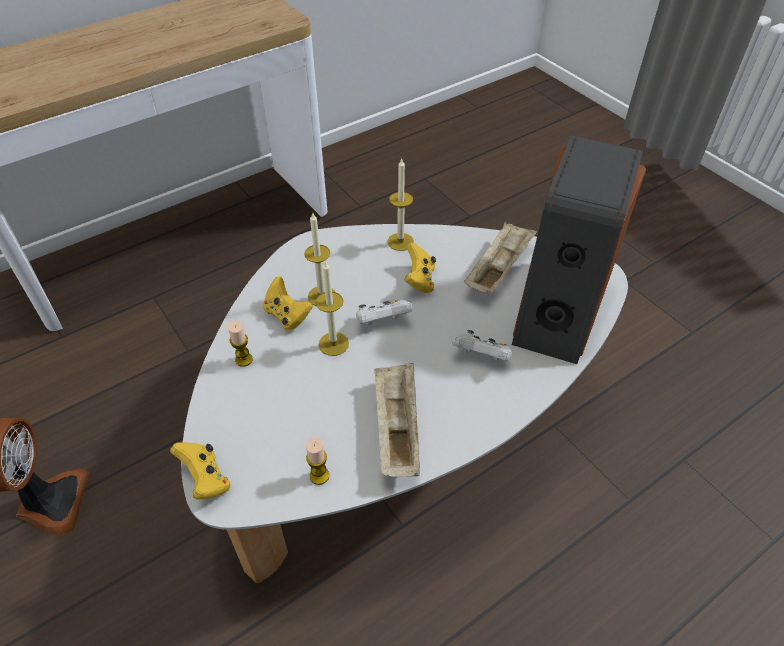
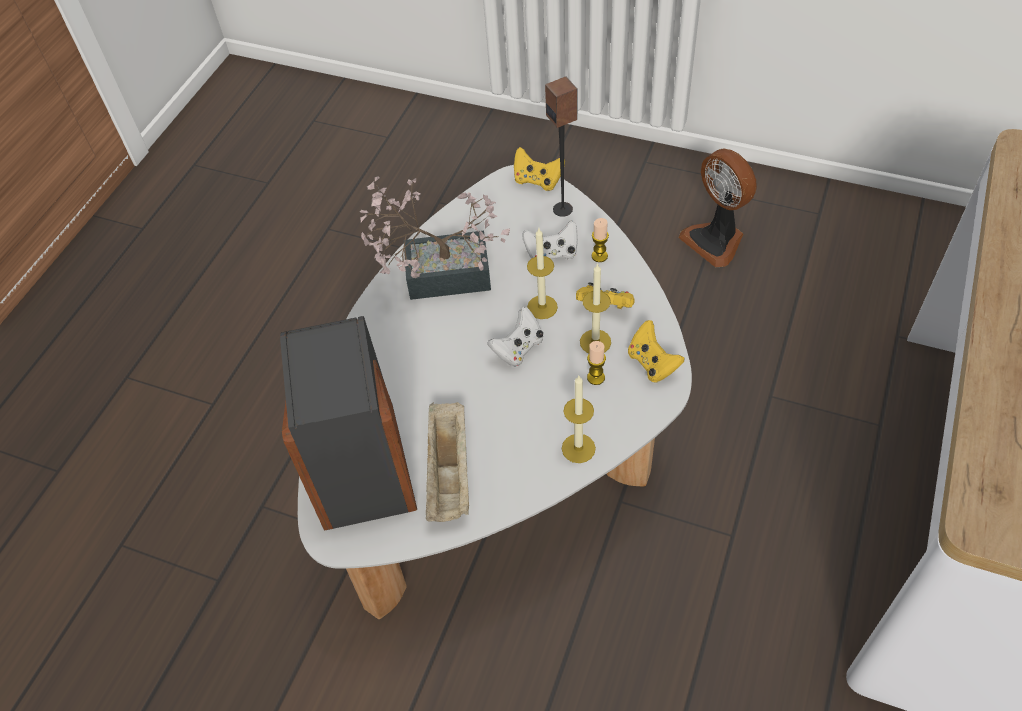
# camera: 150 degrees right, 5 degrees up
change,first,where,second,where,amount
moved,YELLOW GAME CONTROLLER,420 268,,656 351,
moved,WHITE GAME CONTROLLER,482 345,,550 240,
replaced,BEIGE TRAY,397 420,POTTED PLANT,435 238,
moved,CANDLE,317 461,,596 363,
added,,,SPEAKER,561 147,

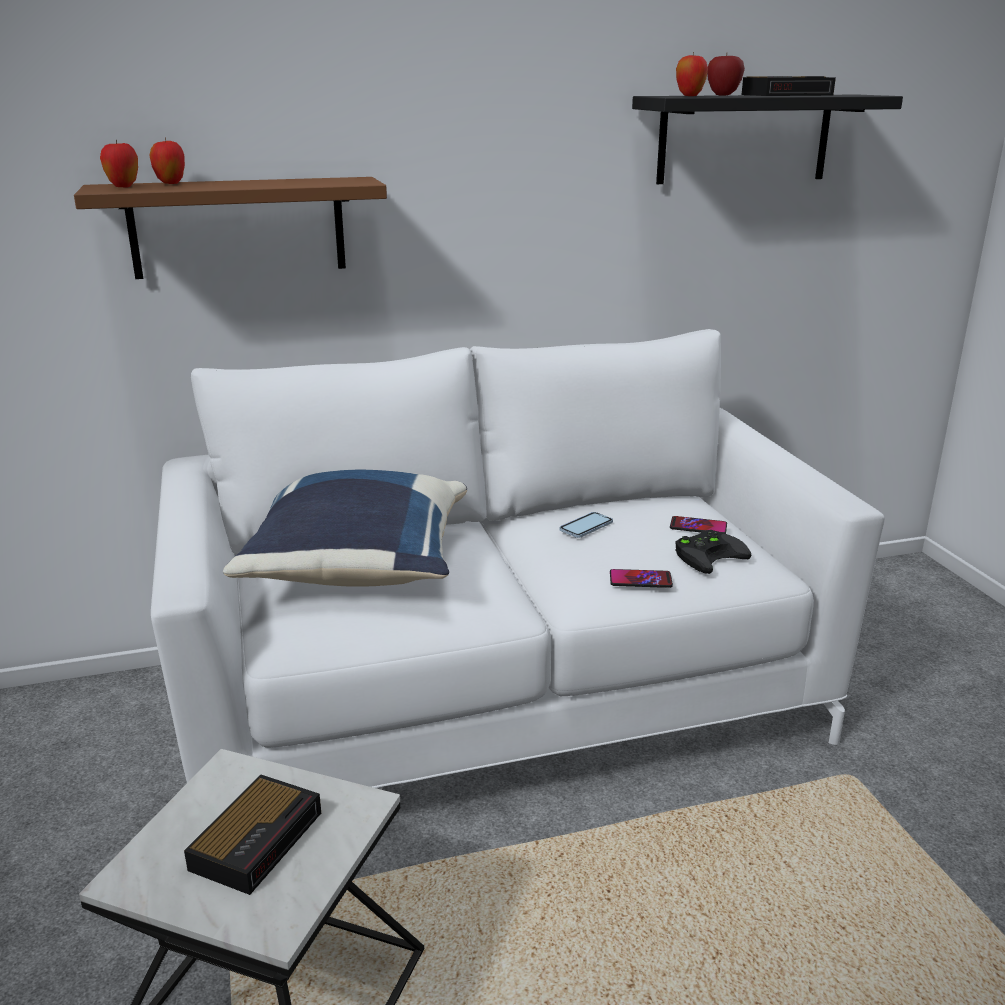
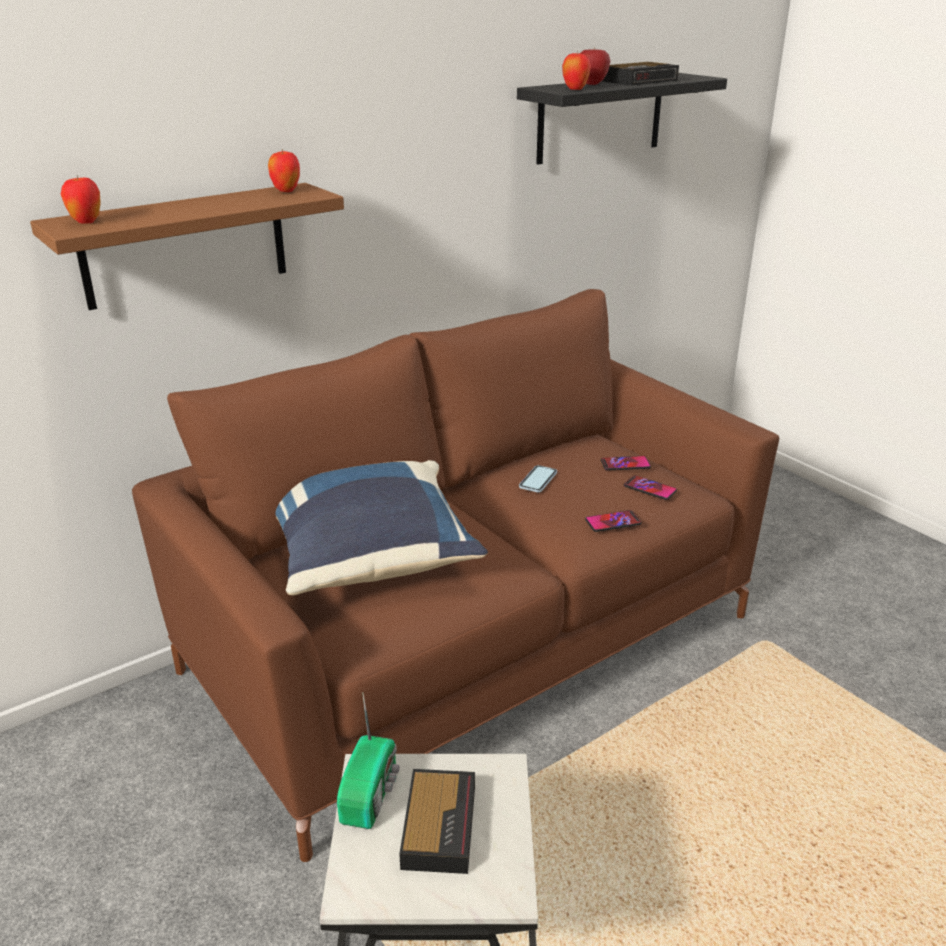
# camera: 20 degrees left, 5 degrees up
change,first,where,second,where,amount
moved,APPLE,167 161,,284 170,
recoloured,WHITE SOFA,518 558,BROWN SOFA,455 575,
replaced,BLACK GAME CONTROLLER,713 552,PHONE,650 487,
added,,,RADIO,368 760,

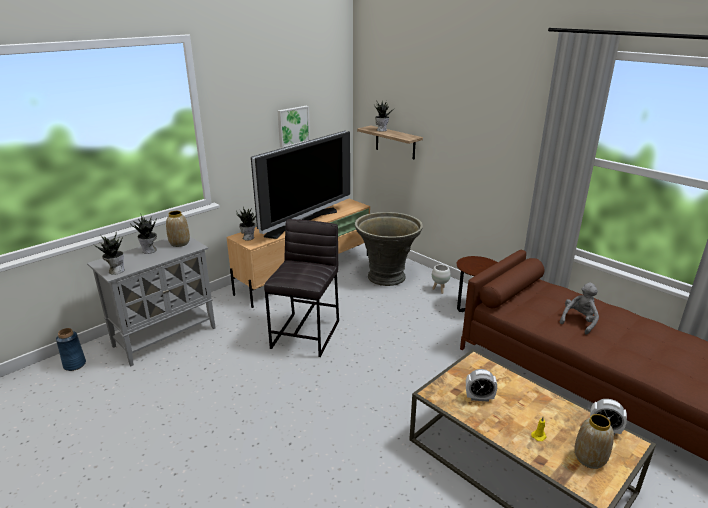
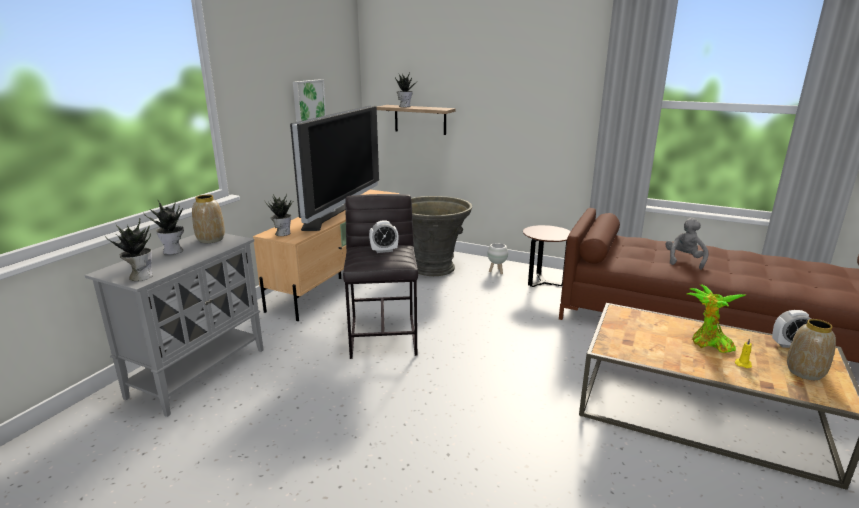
# camera: 20 degrees left, 5 degrees down
change,first,where,second,where,amount
removed,BLUE VASE,71 349,,,
moved,ALARM CLOCK,481 385,,383 236,
added,,,POTTED PLANT,716 319,

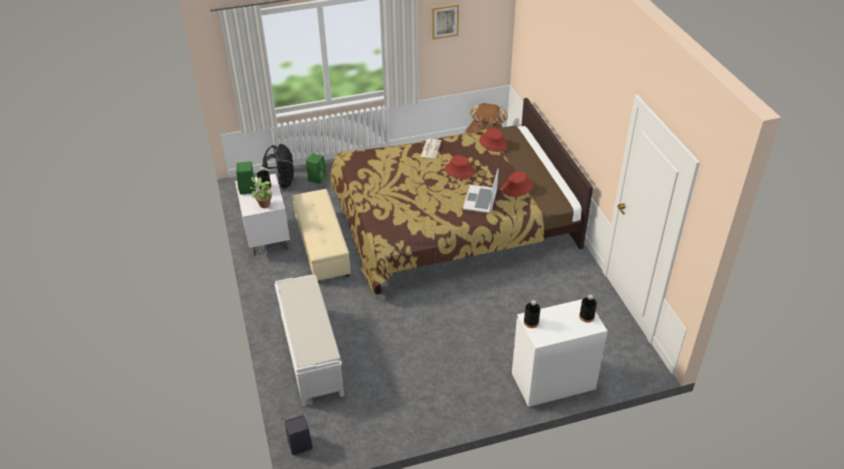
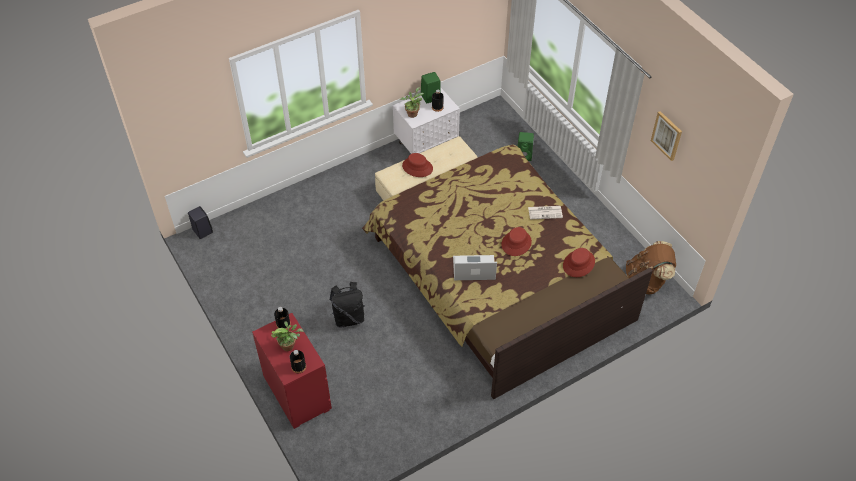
# camera: 75 degrees right, 10 degrees up
change,first,where,second,where,amount
moved,BLACK BACKPACK,278 166,,347 305,
moved,RED HAT,517 184,,417 165,
removed,WHITE BENCH,309 340,,,
recoloured,WHITE DRESSER,560 353,RED DRESSER,292 371,
added,,,POTTED PLANT,287 336,

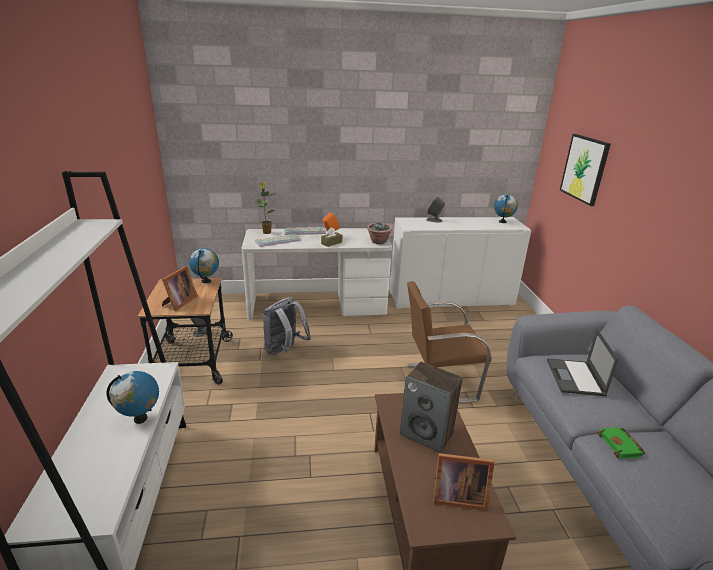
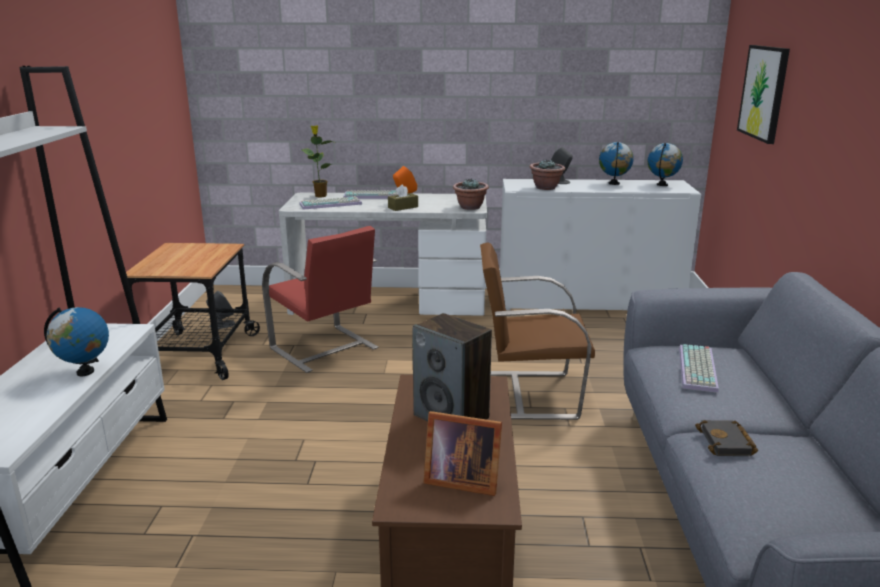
# camera: 10 degrees right, 5 degrees down
change,first,where,second,where,amount
moved,GLOBE,204 265,,616 163,
removed,PICTURE FRAME,180 288,,,
replaced,GREY BACKPACK,287 325,RED CHAIR,320 299,
replaced,LAPTOP,583 362,KEYBOARD,699 368,
recoloured,GREEN BOOK,621 443,BLACK BOOK,726 438,
added,,,POTTED PLANT,547 174,

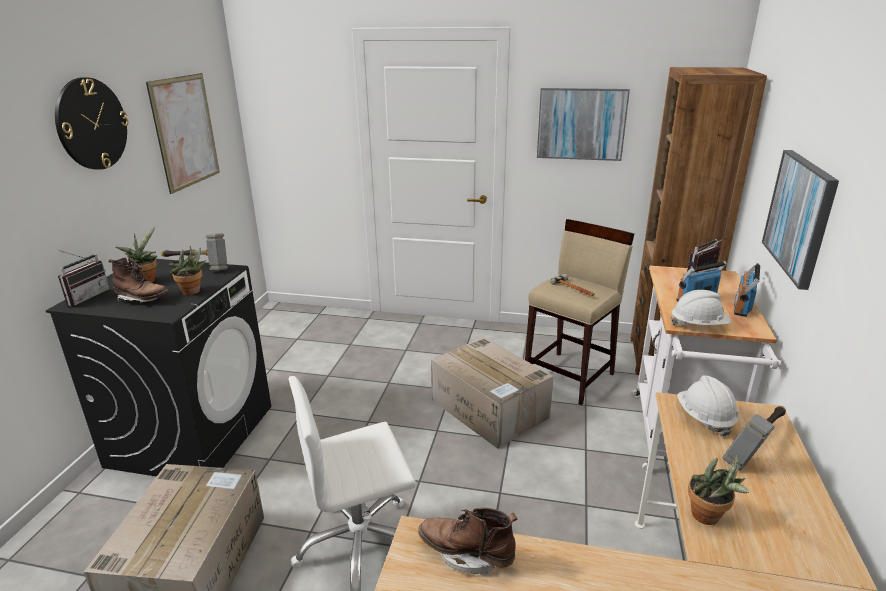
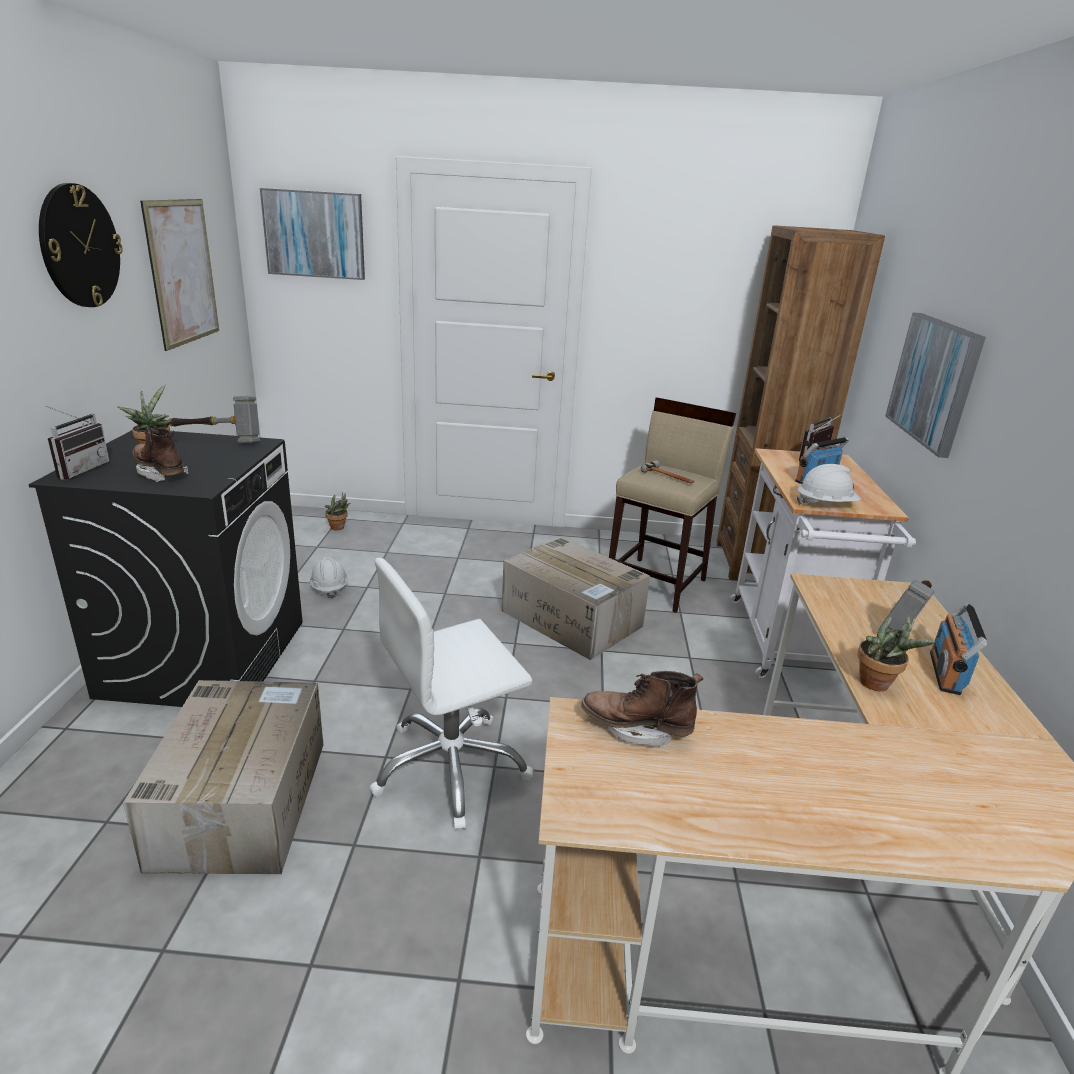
# camera: 10 degrees left, 0 degrees up
change,first,where,second,where,amount
moved,PICTURE,583 124,,312 234,
moved,POTTED PLANT,187 270,,337 511,
turned,BROWN BOOT,138 280,,160 454,150 degrees counterclockwise
moved,RADIO,747 290,,959 648,
moved,WHITE HARD HAT,708 406,,329 578,

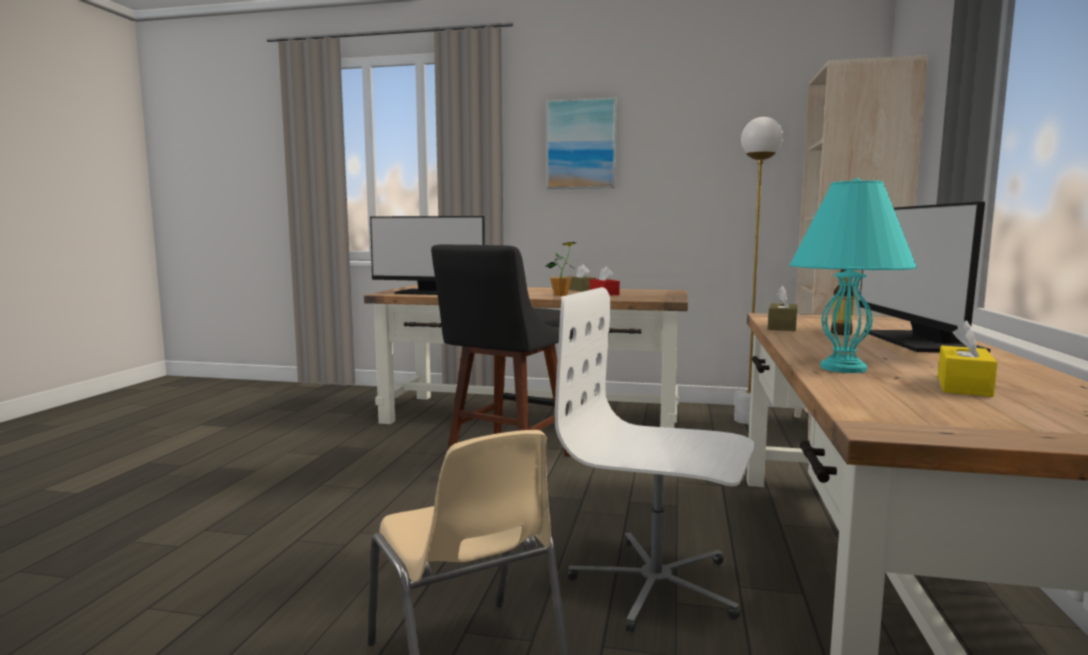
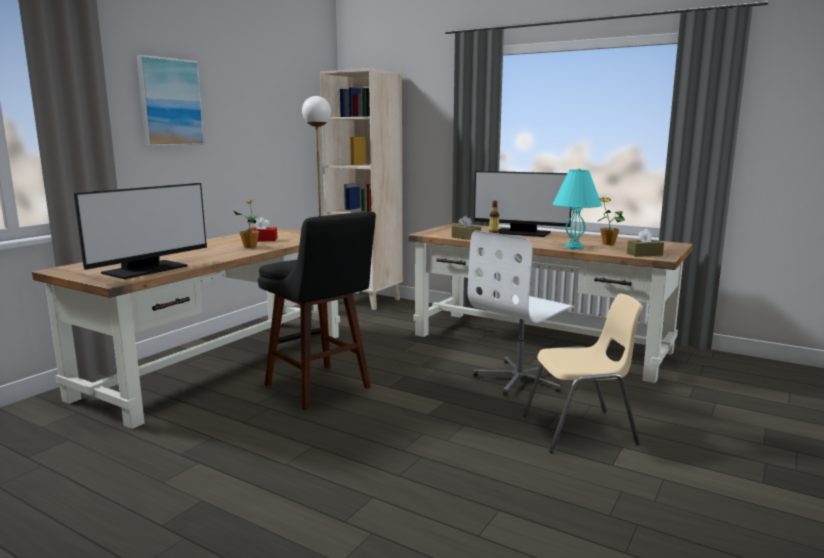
# camera: 70 degrees left, 5 degrees up
change,first,where,second,where,amount
moved,BROWN TISSUE BOX,581 278,,645 243,
replaced,YELLOW TISSUE BOX,968 358,POTTED PLANT,611 221,

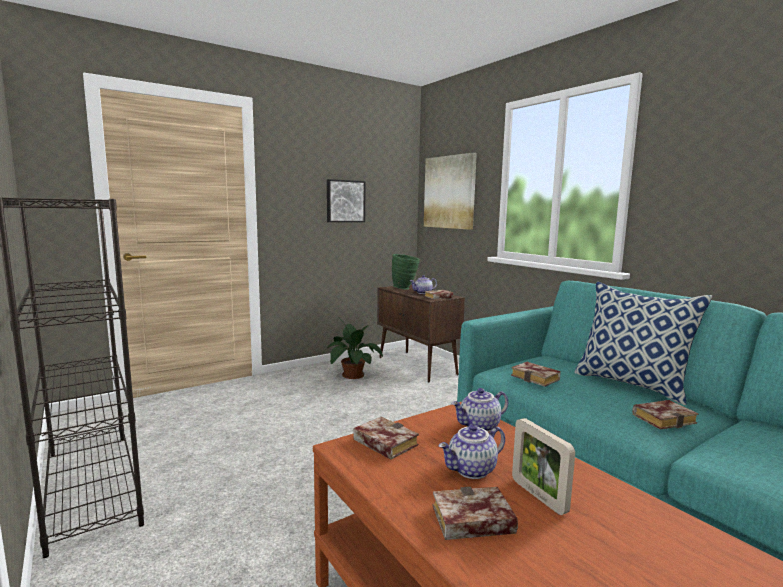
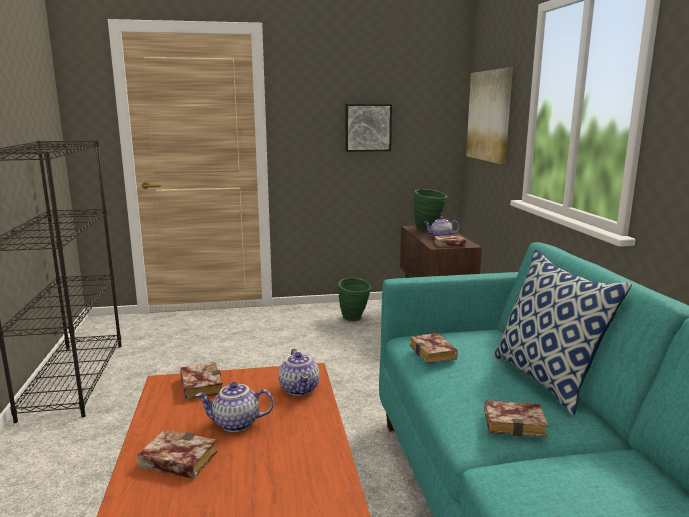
# camera: 25 degrees right, 5 degrees up
change,first,where,second,where,amount
replaced,POTTED PLANT,354 348,GREEN VASE,354 300,
turned,TEAPOT,480 410,,299 372,105 degrees counterclockwise
removed,PICTURE FRAME,543 466,,,

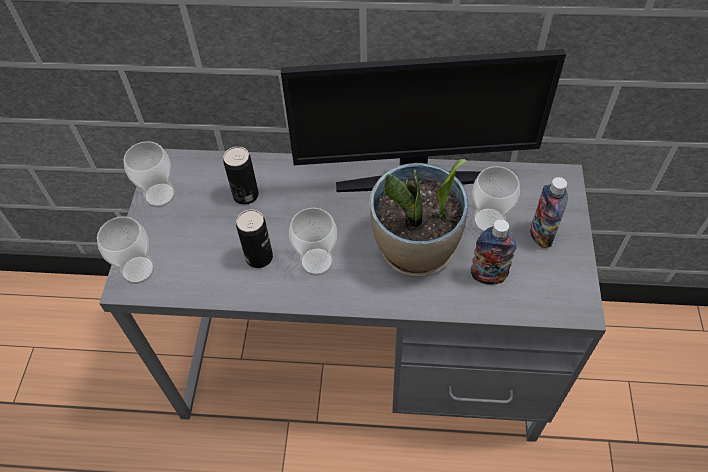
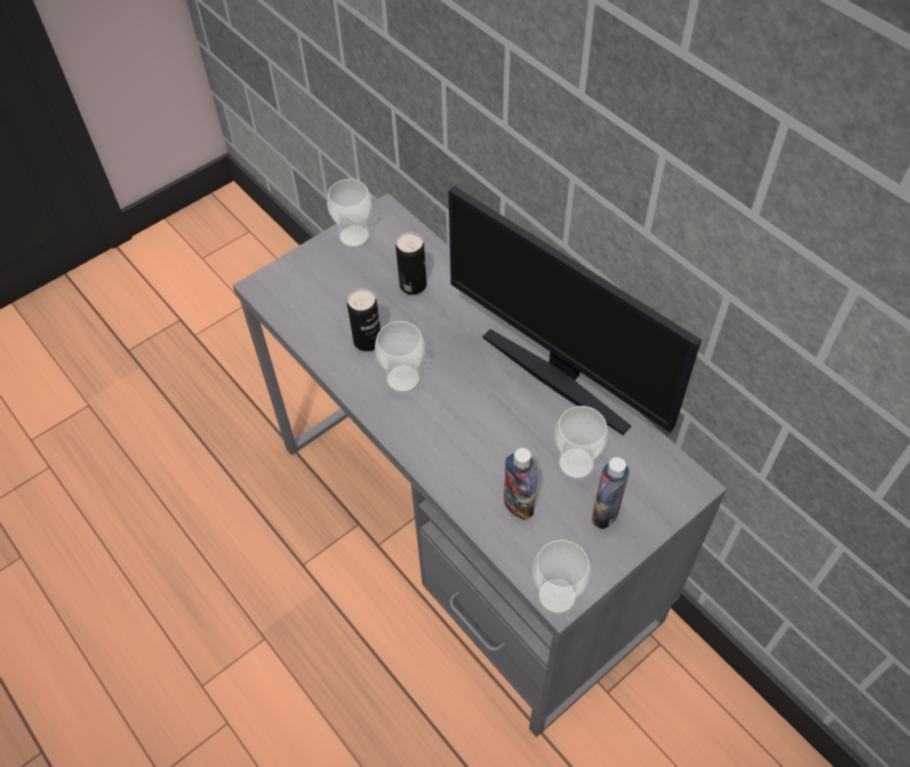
# camera: 45 degrees right, 0 degrees up
change,first,where,second,where,amount
removed,POTTED PLANT,419 218,,,
moved,CUP,126 250,,561 577,

